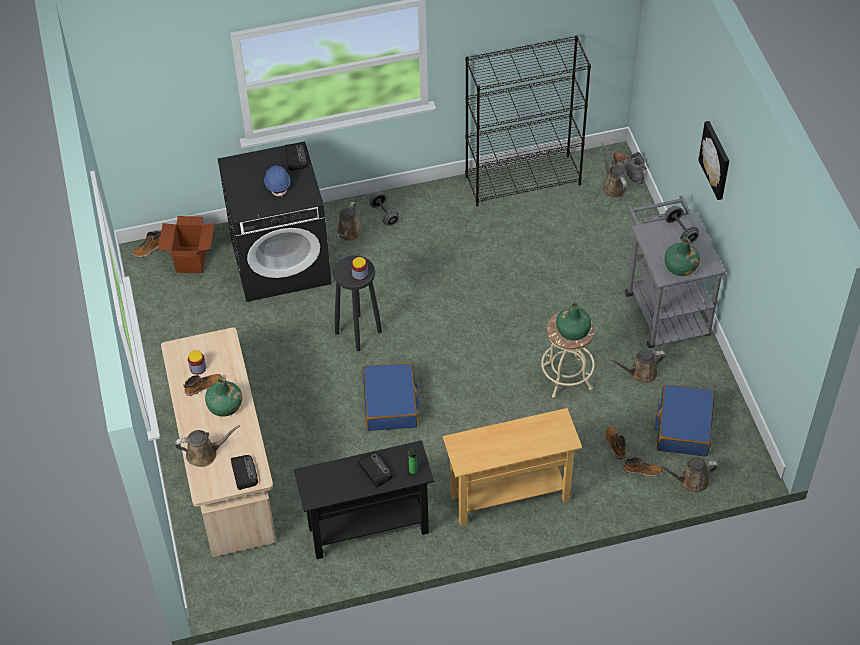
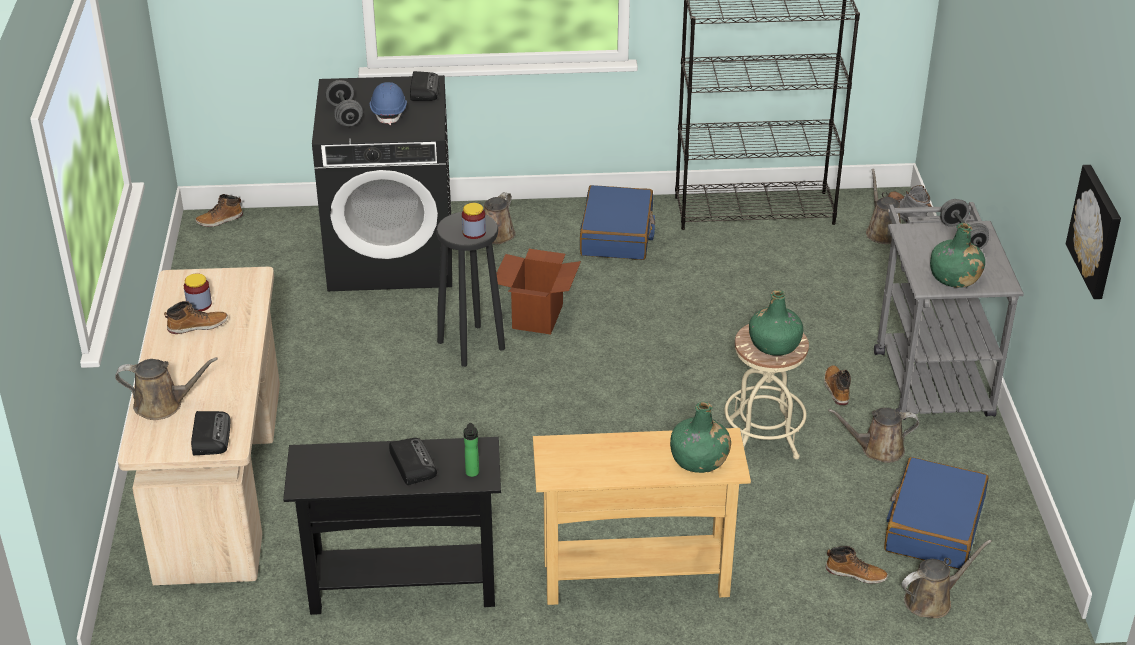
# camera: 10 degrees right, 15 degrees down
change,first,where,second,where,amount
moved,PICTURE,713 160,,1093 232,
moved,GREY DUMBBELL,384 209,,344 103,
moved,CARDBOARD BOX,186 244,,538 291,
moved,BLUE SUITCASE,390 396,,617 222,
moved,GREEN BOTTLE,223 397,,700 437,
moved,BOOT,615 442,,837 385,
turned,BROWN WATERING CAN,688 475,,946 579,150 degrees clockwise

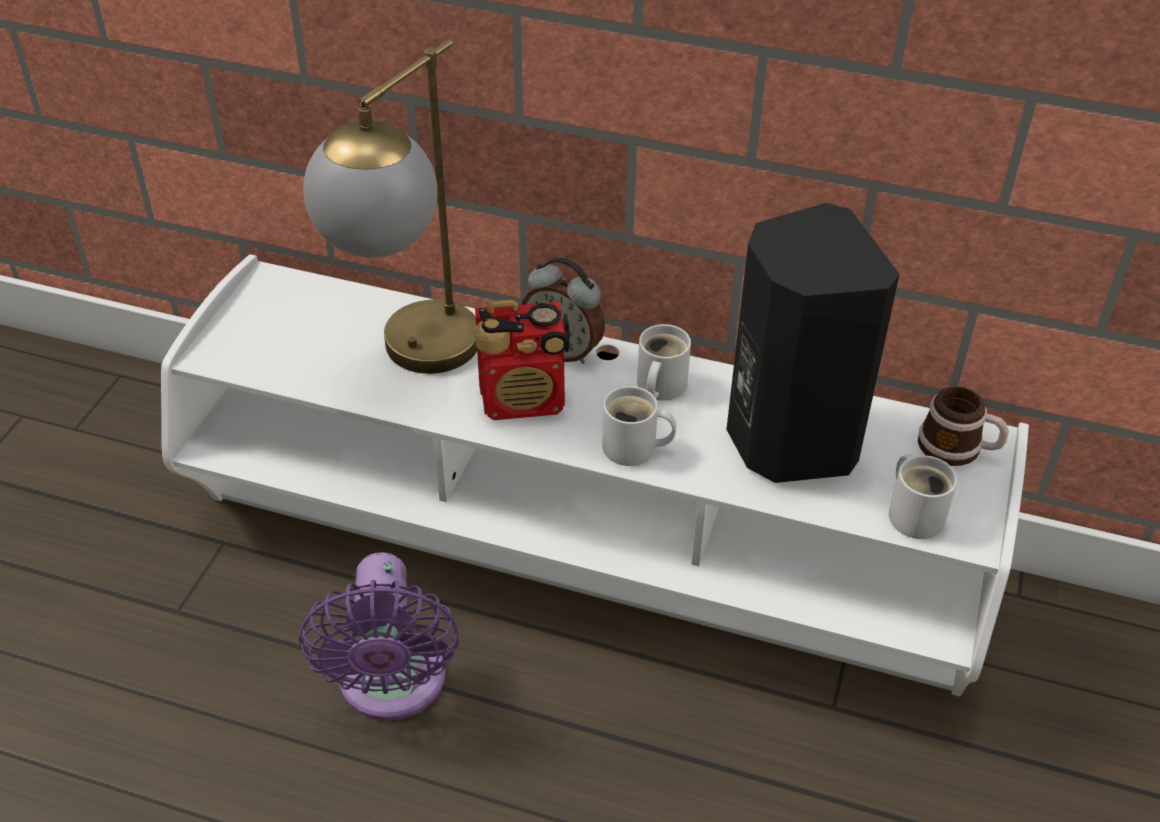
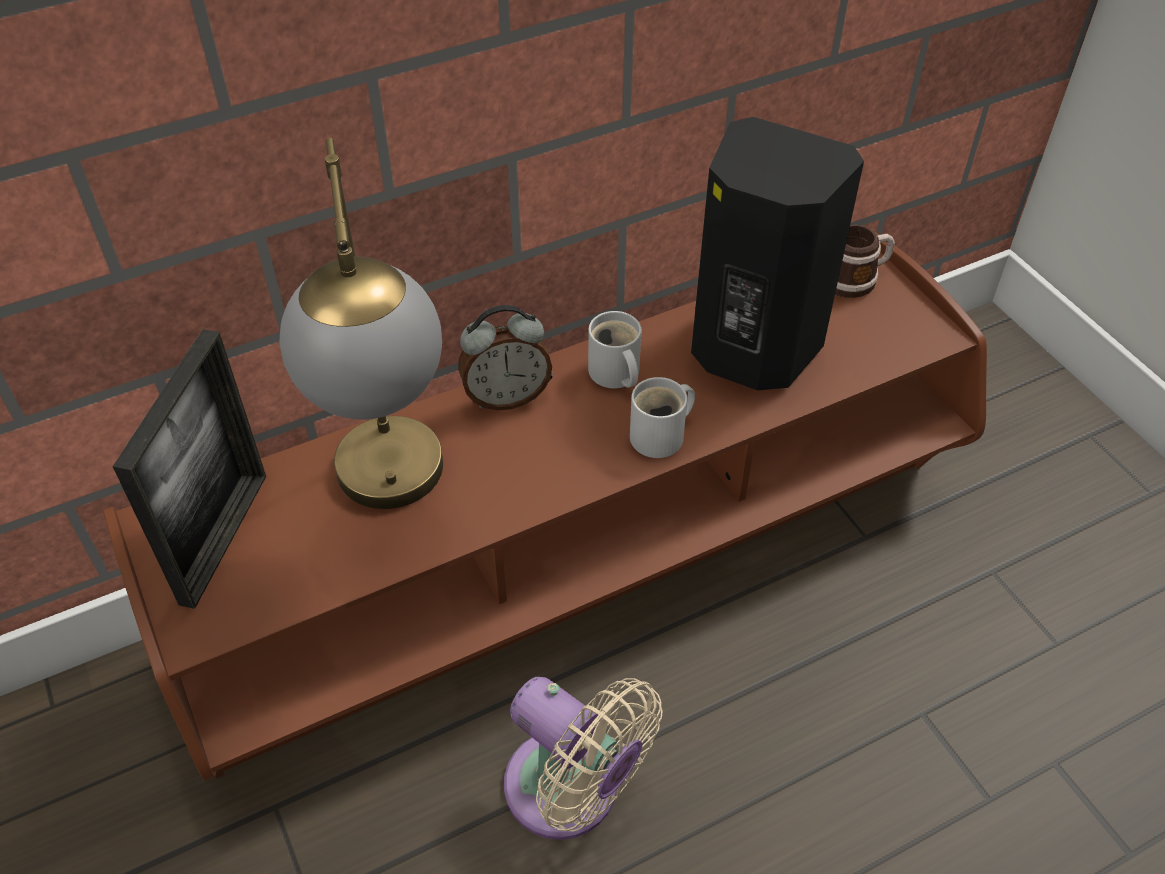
# camera: 45 degrees left, 5 degrees up
change,first,where,second,where,amount
recoloured,WHITE TV STAND,595 475,BROWN TV STAND,545 506,
removed,RADIO,522 359,,,
removed,WHITE MUG,923 496,,,
recoloured,PURPLE FAN,379 636,BEIGE FAN,583 758,
added,,,PICTURE FRAME,189 469,

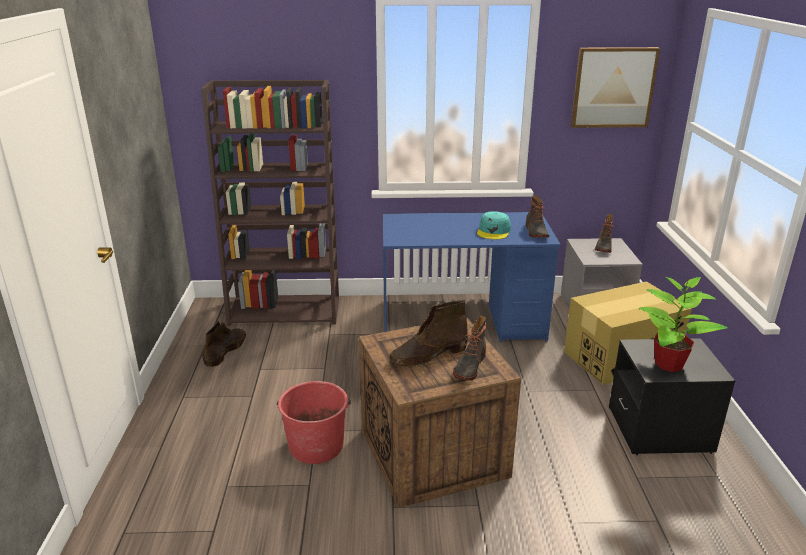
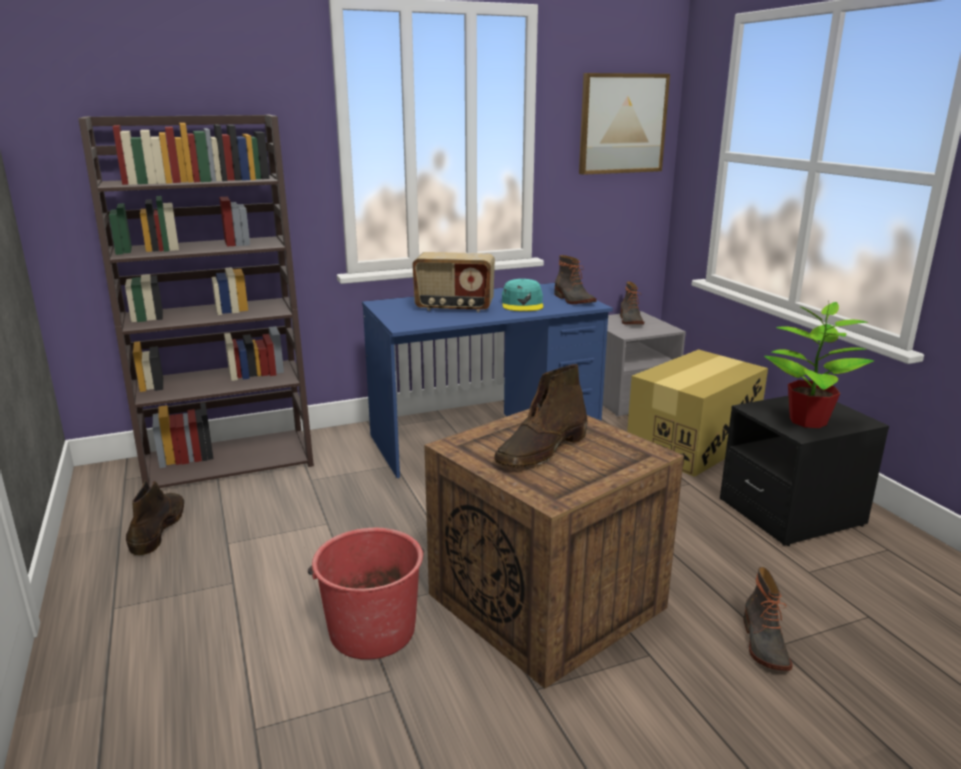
# camera: 20 degrees left, 5 degrees down
change,first,where,second,where,amount
moved,BOOT,469 348,,768 619,
added,,,RADIO,453 282,

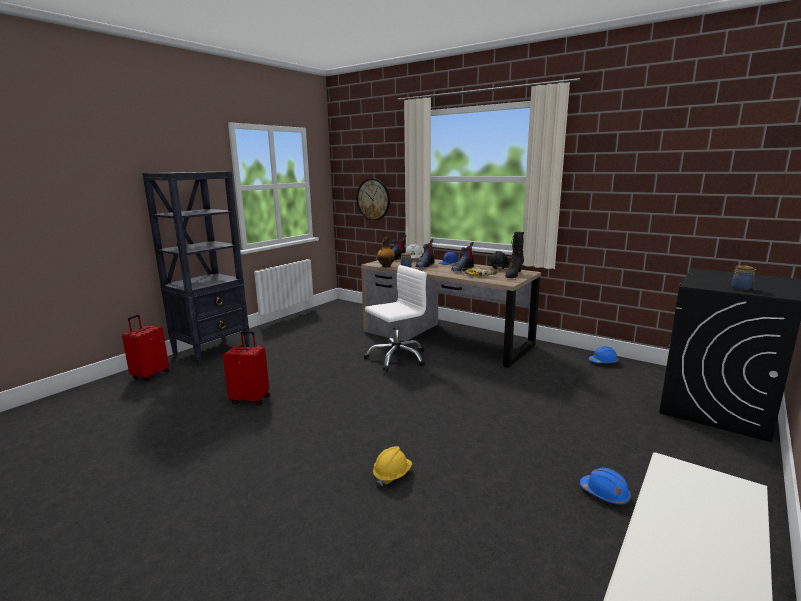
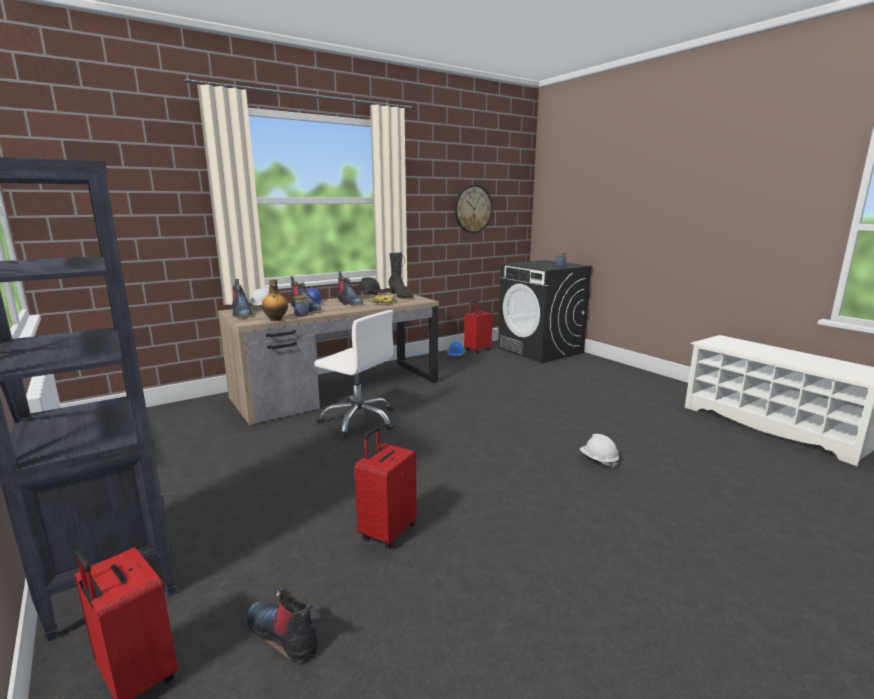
# camera: 70 degrees left, 0 degrees up
change,first,where,second,where,amount
moved,WALL CLOCK,373 199,,474 209,
turned,WHITE OFFICE CHAIR,395 318,,354 374,135 degrees clockwise
recoloured,YELLOW HARD HAT,392 466,WHITE HARD HAT,599 451,
removed,BLUE HARD HAT,605 486,,,
added,,,RED SUITCASE,478 327,
added,,,BOOT,281 625,

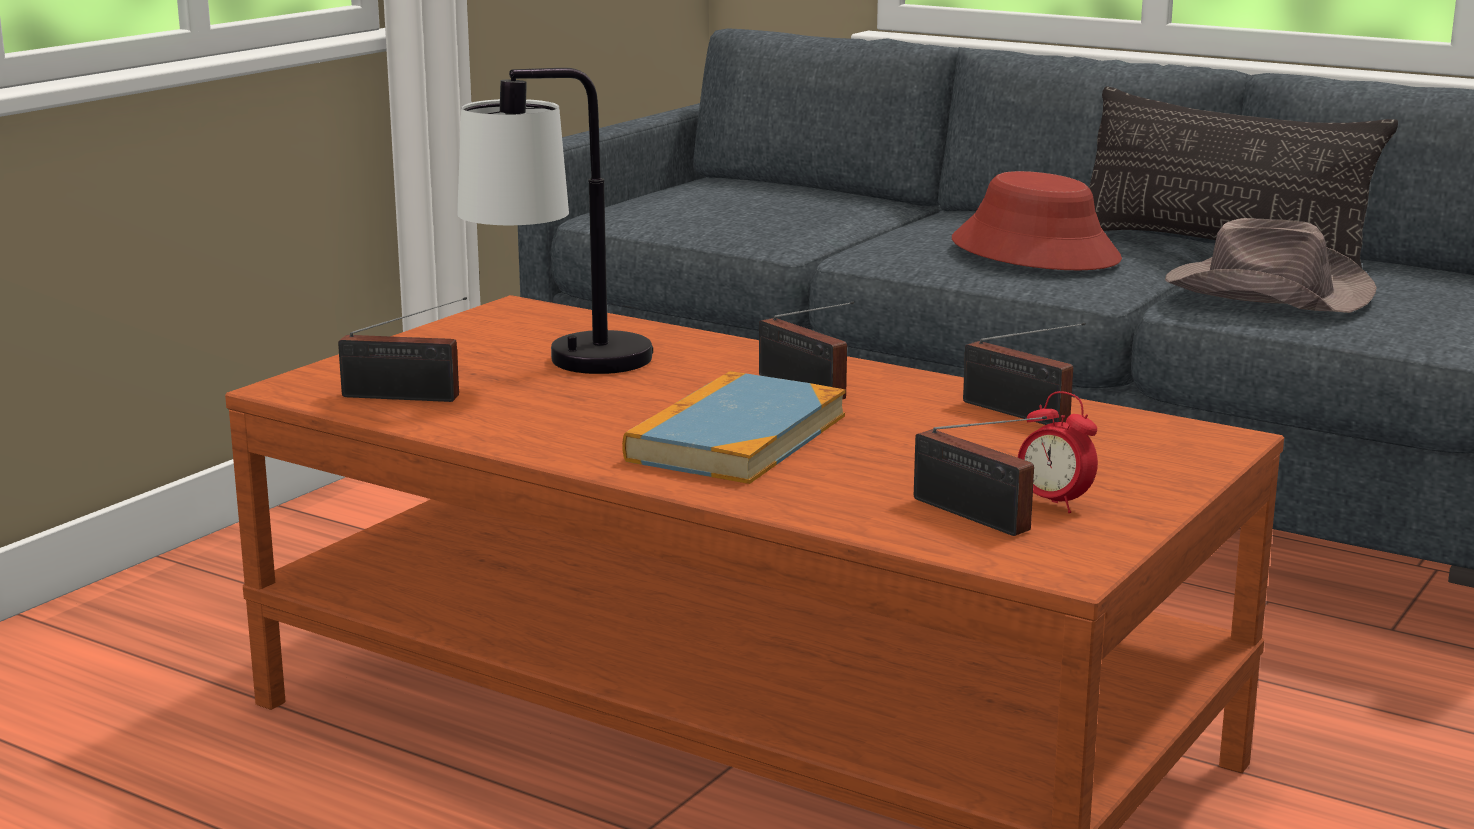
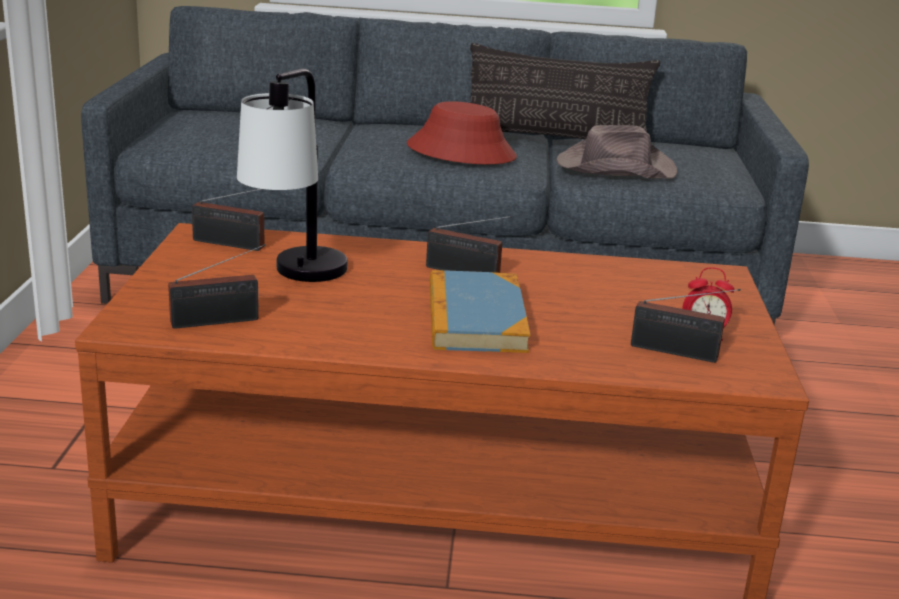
# camera: 30 degrees left, 5 degrees up
change,first,where,second,where,amount
moved,RADIO,1024 374,,228 220,

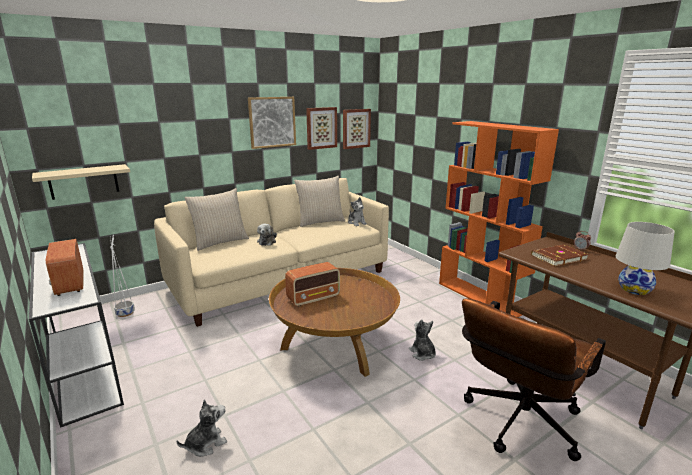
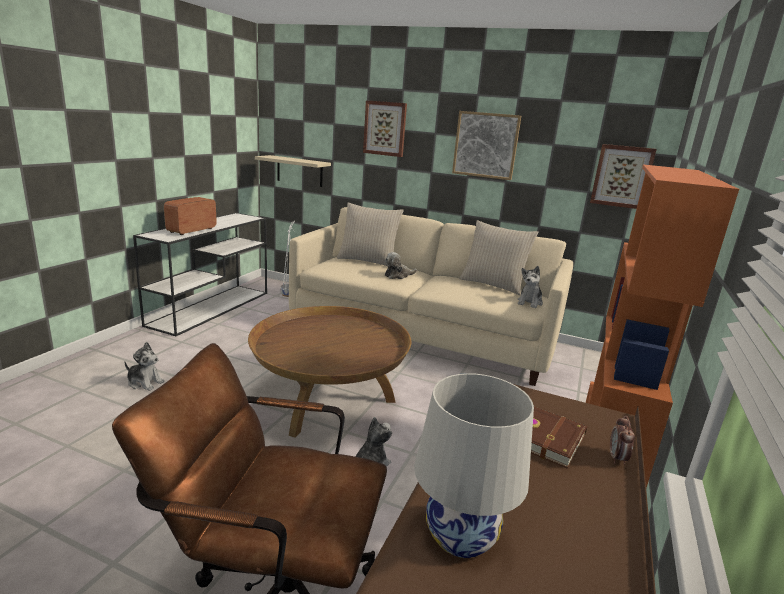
# camera: 55 degrees right, 0 degrees up
change,first,where,second,where,amount
moved,PICTURE,321 128,,385 128,
removed,RADIO,312 284,,,

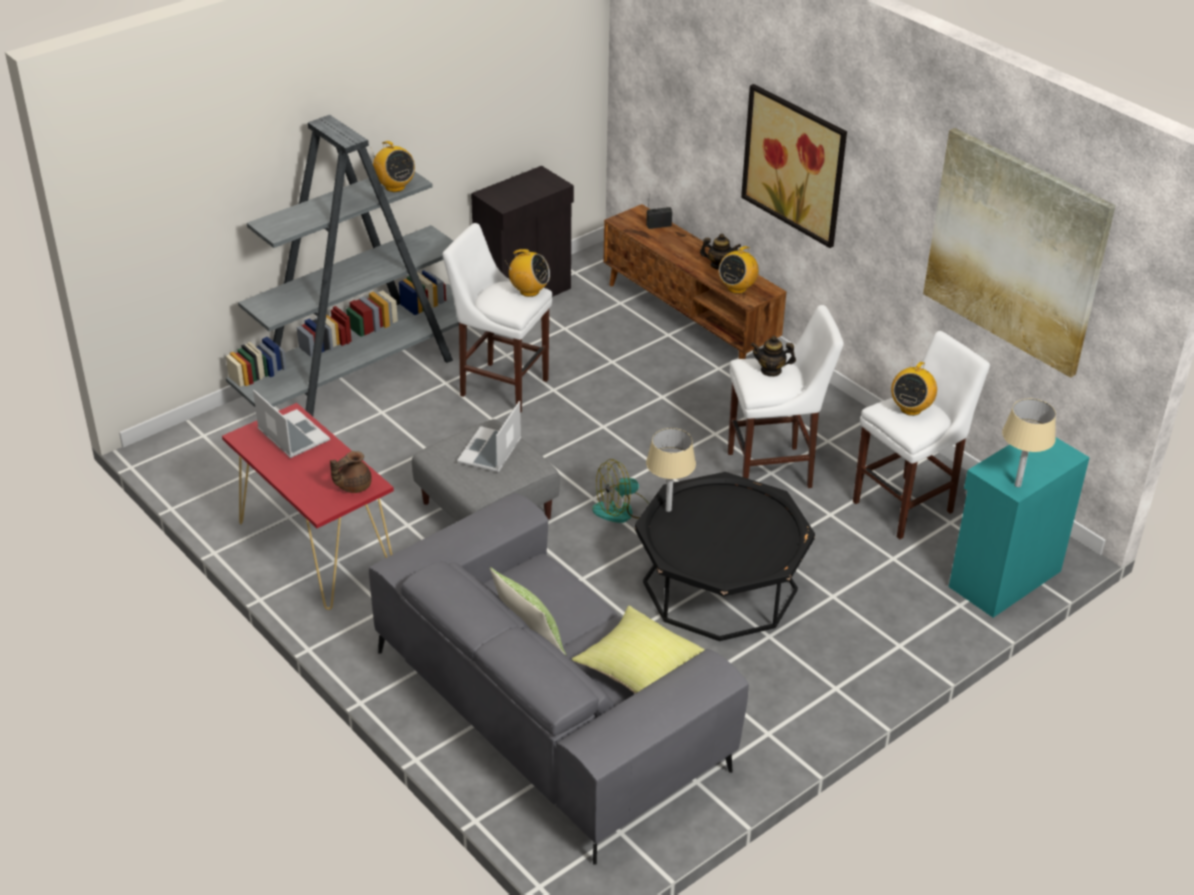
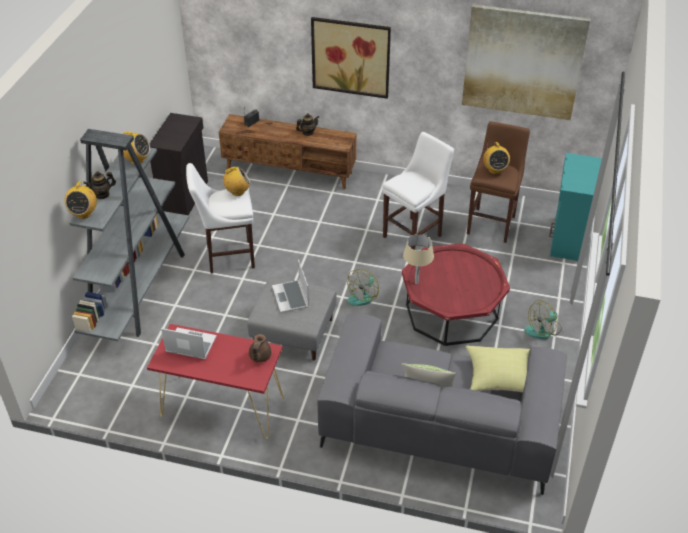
# camera: 35 degrees left, 5 degrees up
change,first,where,second,where,amount
moved,RADIO,739 269,,80 200,
recoloured,WHITE STOOL,921 435,BROWN STOOL,498 182,
moved,TEAPOT,773 356,,99 185,
removed,BEIGE TABLE LAMP,1029 443,,,
recoloured,BLACK COFFEE TABLE,725 556,RED COFFEE TABLE,456 294,
added,,,FAN,543 319,

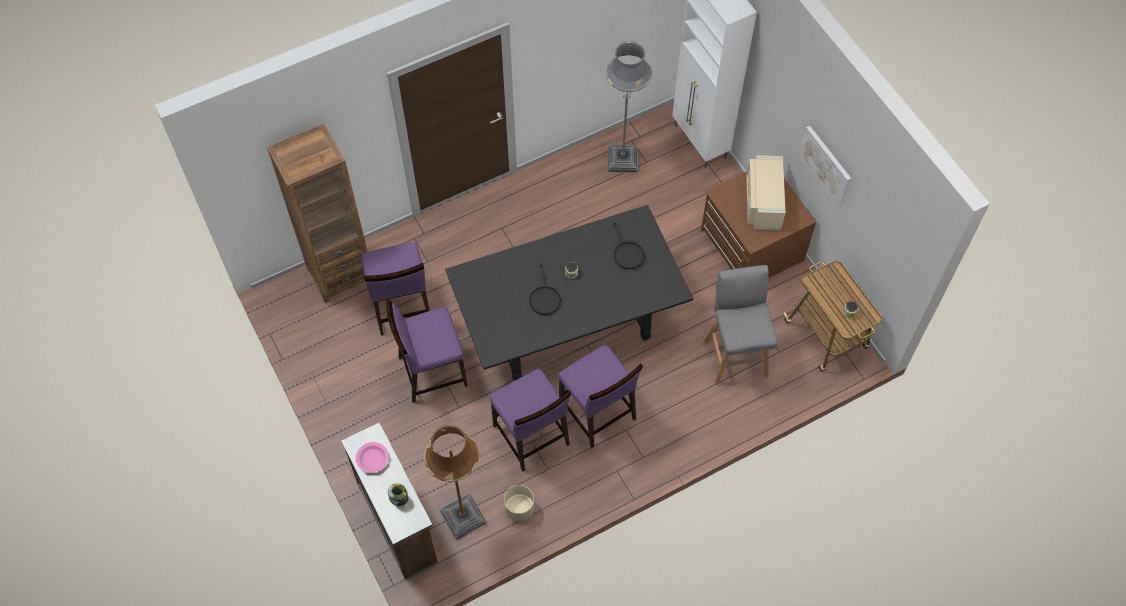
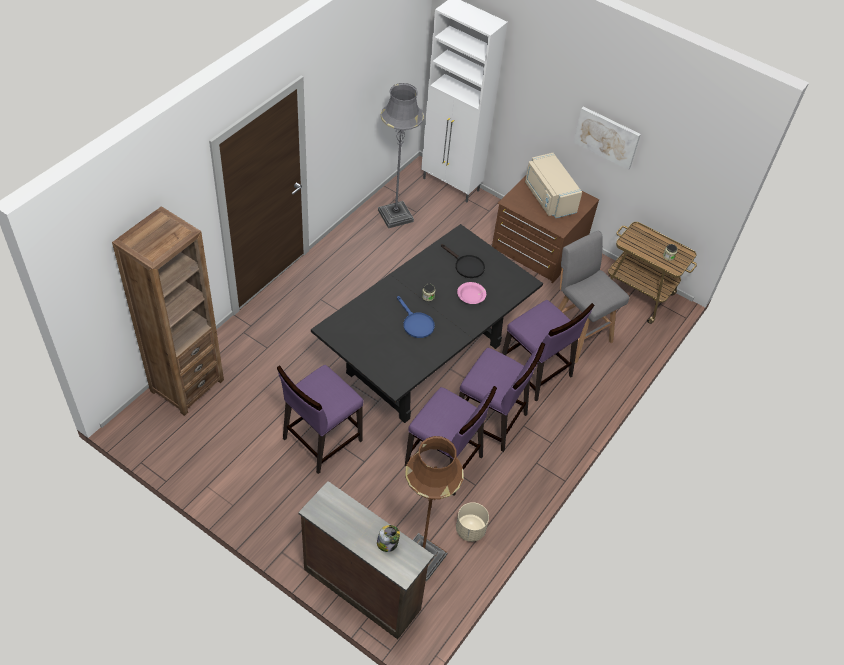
# camera: 30 degrees left, 10 degrees down
change,first,where,second,where,amount
moved,PURPLE CHAIR,395 289,,548 351,
recoloured,BLACK FRYING PAN,545 289,BLUE FRYING PAN,416 317,
moved,PINK BOWL,372 457,,471 293,

